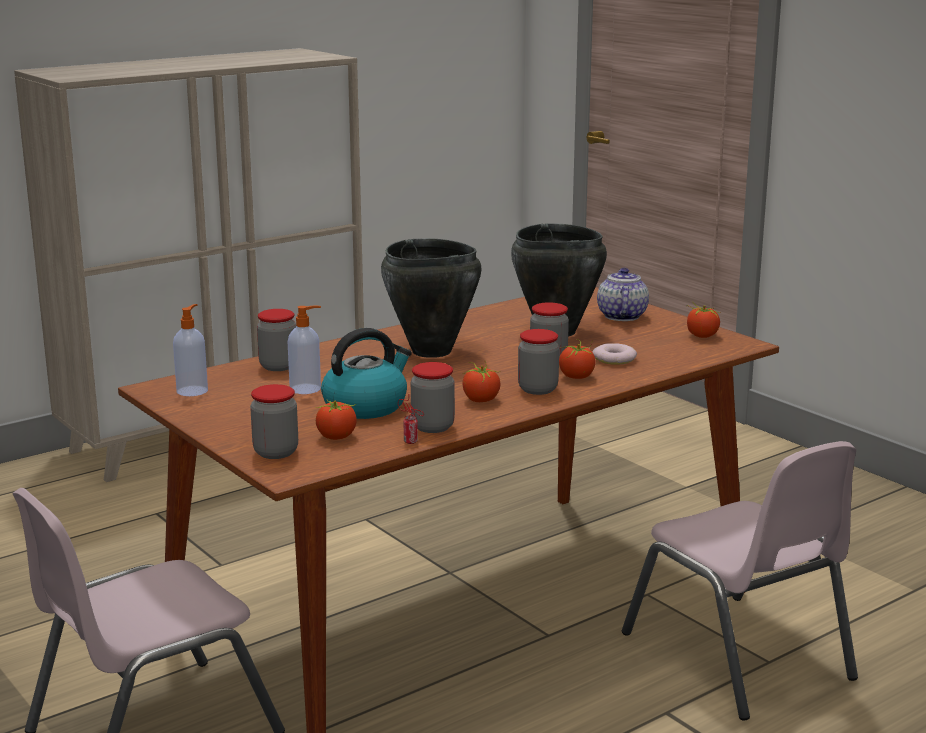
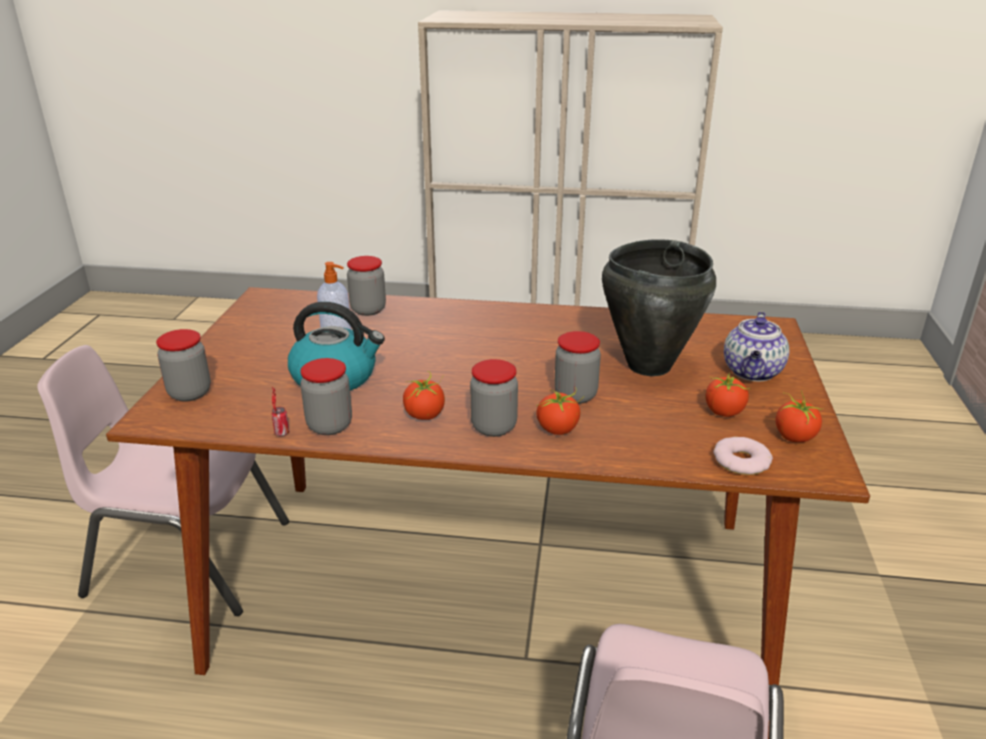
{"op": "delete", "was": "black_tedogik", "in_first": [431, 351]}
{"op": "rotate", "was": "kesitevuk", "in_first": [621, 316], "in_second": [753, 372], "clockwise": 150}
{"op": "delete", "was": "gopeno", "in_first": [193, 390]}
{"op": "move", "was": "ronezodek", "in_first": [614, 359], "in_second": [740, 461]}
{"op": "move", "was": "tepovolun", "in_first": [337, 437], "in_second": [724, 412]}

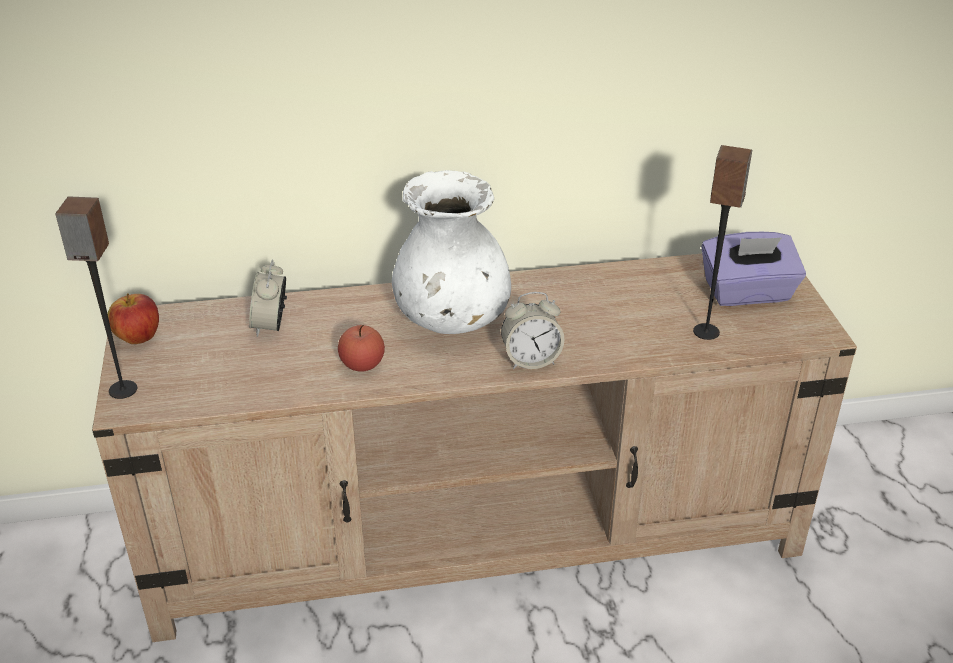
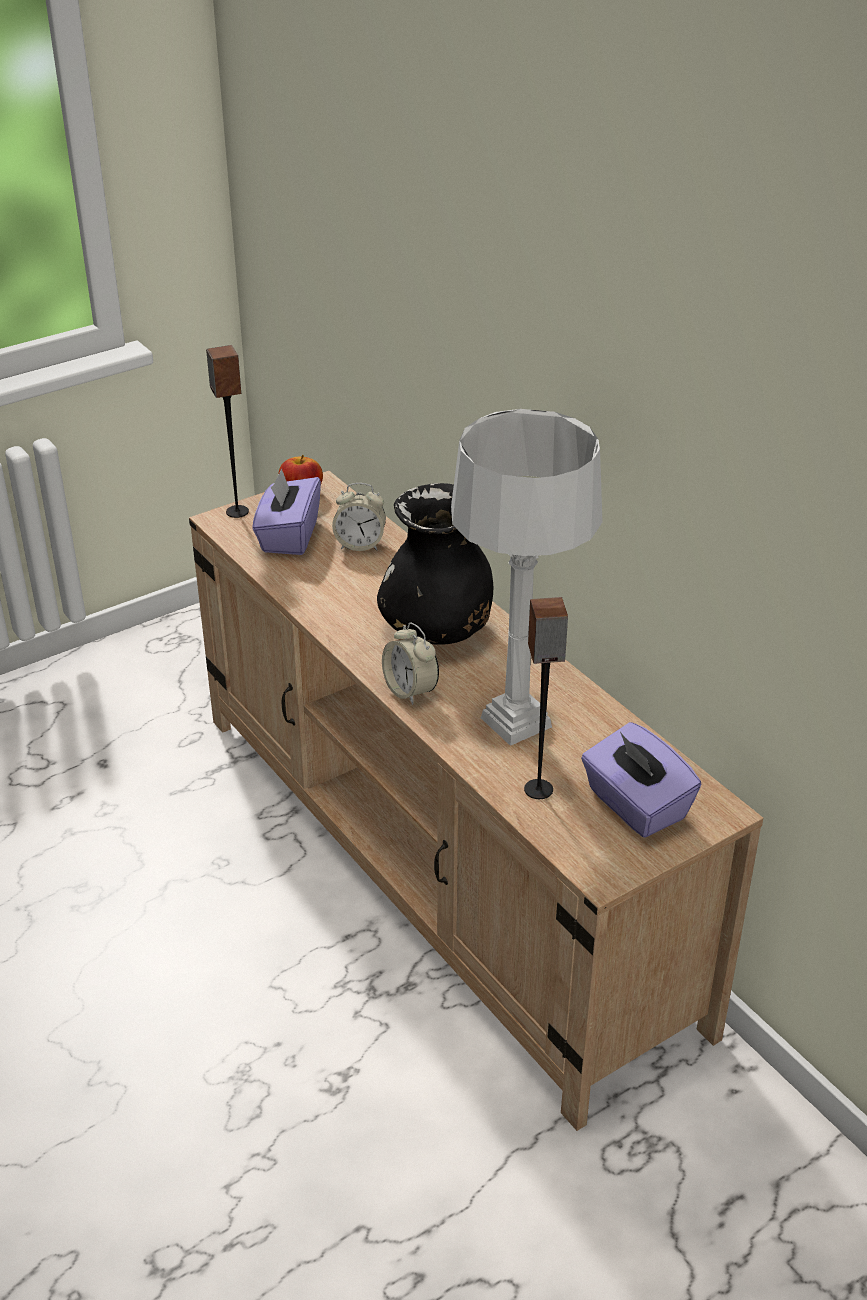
{"op": "recolor", "was": "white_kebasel", "now": "black_kebasel", "in_first": [452, 320], "in_second": [437, 631]}
{"op": "rotate", "was": "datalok", "in_first": [271, 325], "in_second": [360, 545], "clockwise": -150}
{"op": "delete", "was": "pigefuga", "in_first": [362, 364]}
{"op": "insert", "now": "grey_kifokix", "in_second": [517, 722]}
{"op": "insert", "now": "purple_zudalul", "in_second": [288, 536]}

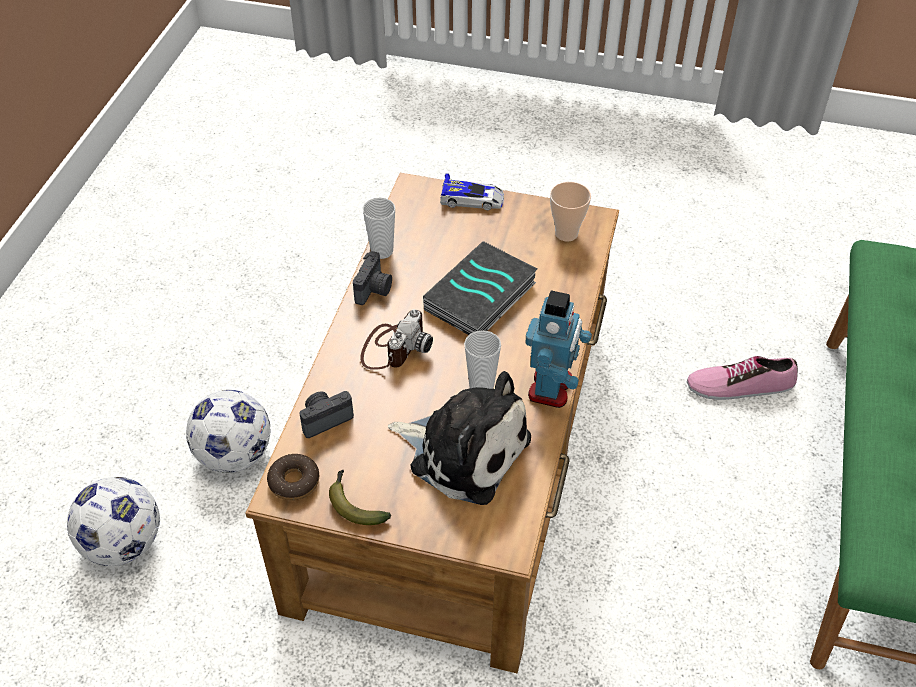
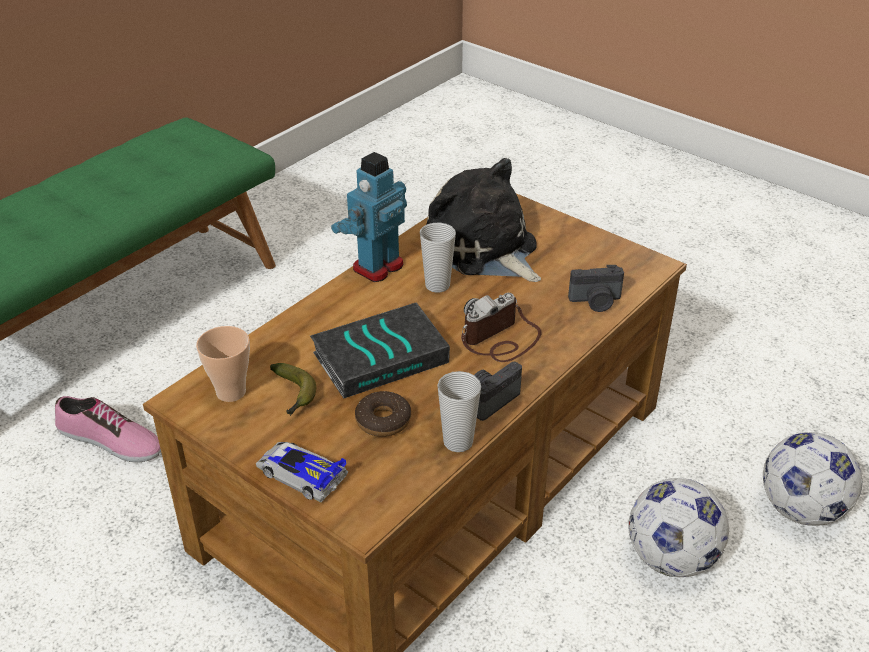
{"op": "move", "was": "ronezodek", "in_first": [294, 482], "in_second": [383, 420]}
{"op": "move", "was": "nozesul", "in_first": [355, 503], "in_second": [293, 395]}

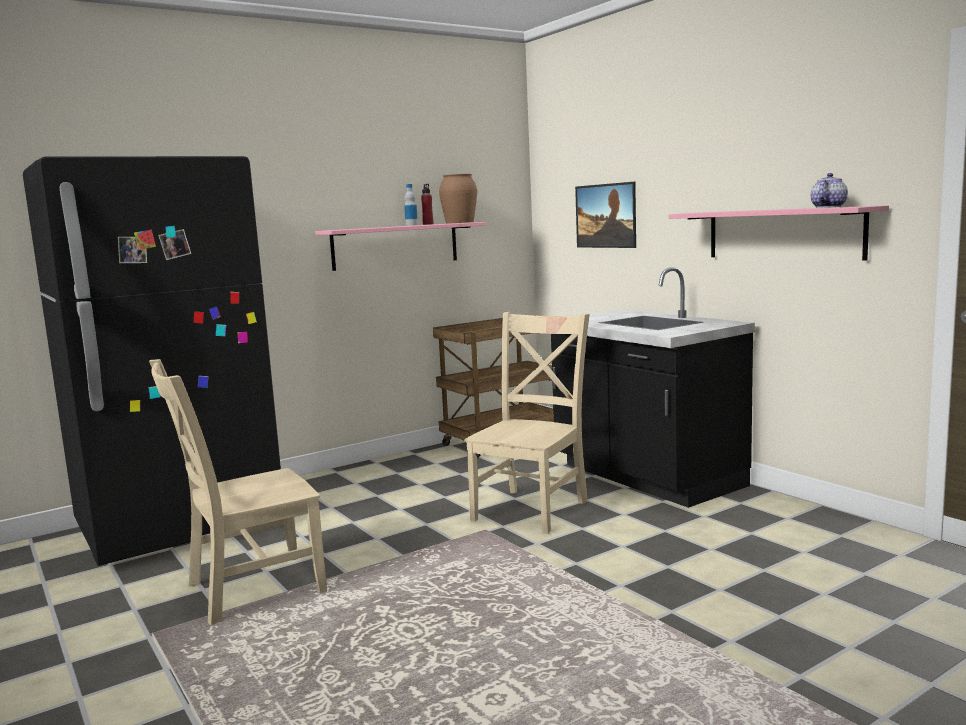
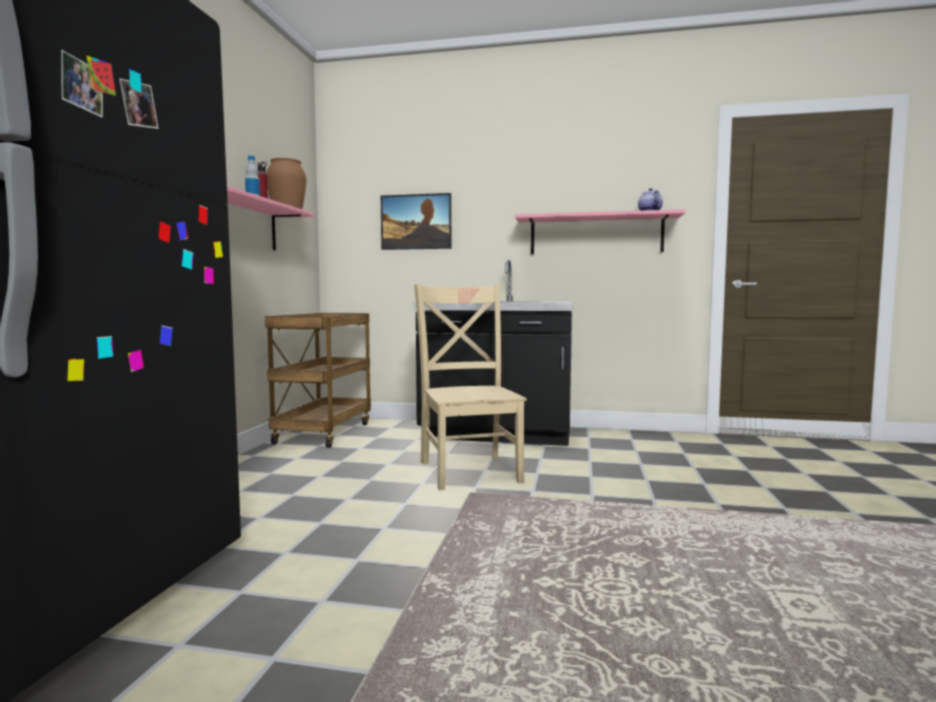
{"op": "delete", "was": "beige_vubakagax", "in_first": [249, 590]}

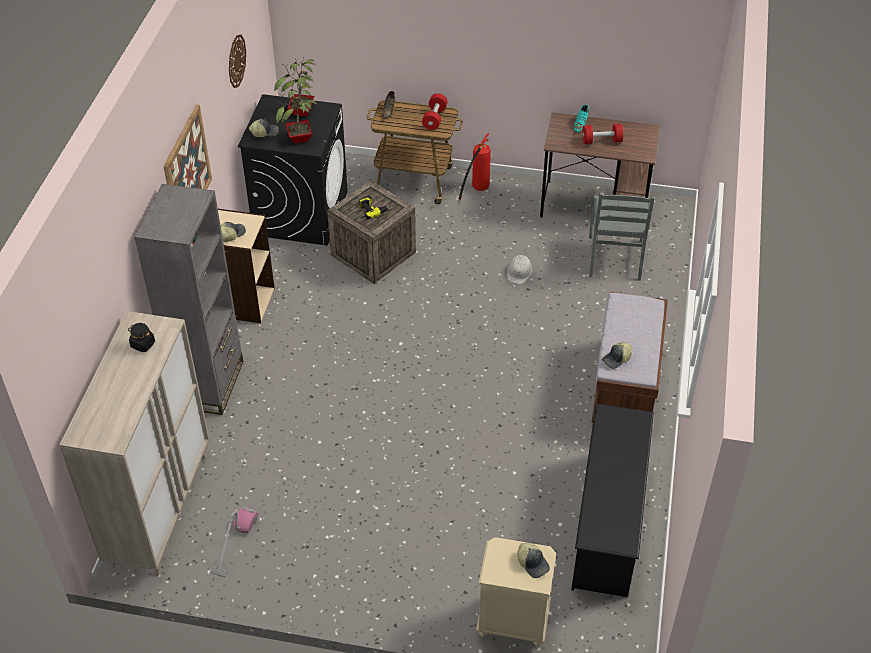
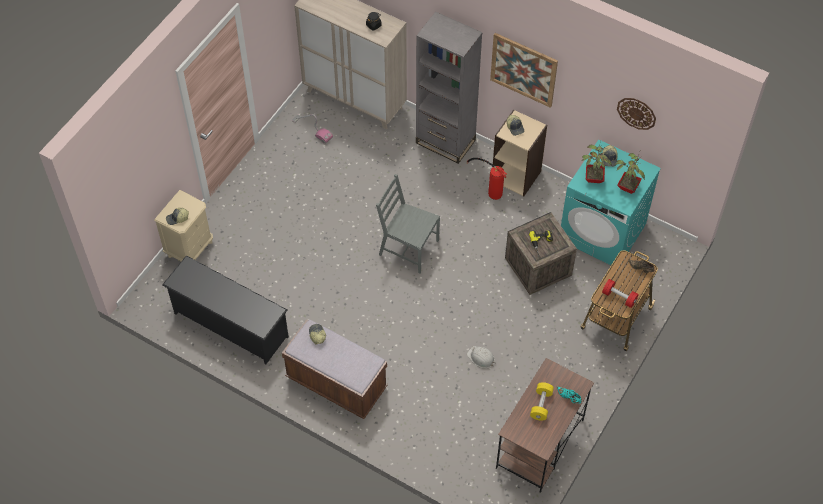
{"op": "recolor", "was": "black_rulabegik", "now": "turquoise_rulabegik", "in_first": [301, 213], "in_second": [603, 232]}
{"op": "recolor", "was": "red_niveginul", "now": "yellow_niveginul", "in_first": [601, 141], "in_second": [541, 405]}
{"op": "move", "was": "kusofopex", "in_first": [475, 192], "in_second": [489, 189]}
{"op": "move", "was": "grey_vubakagax", "in_first": [615, 258], "in_second": [408, 248]}

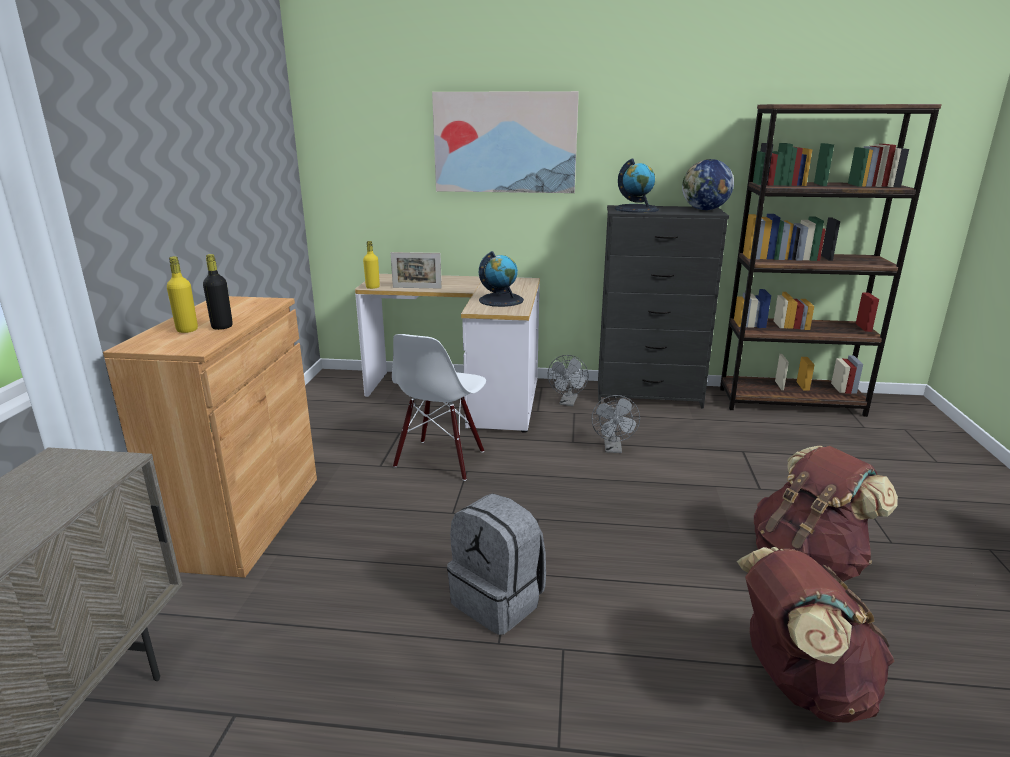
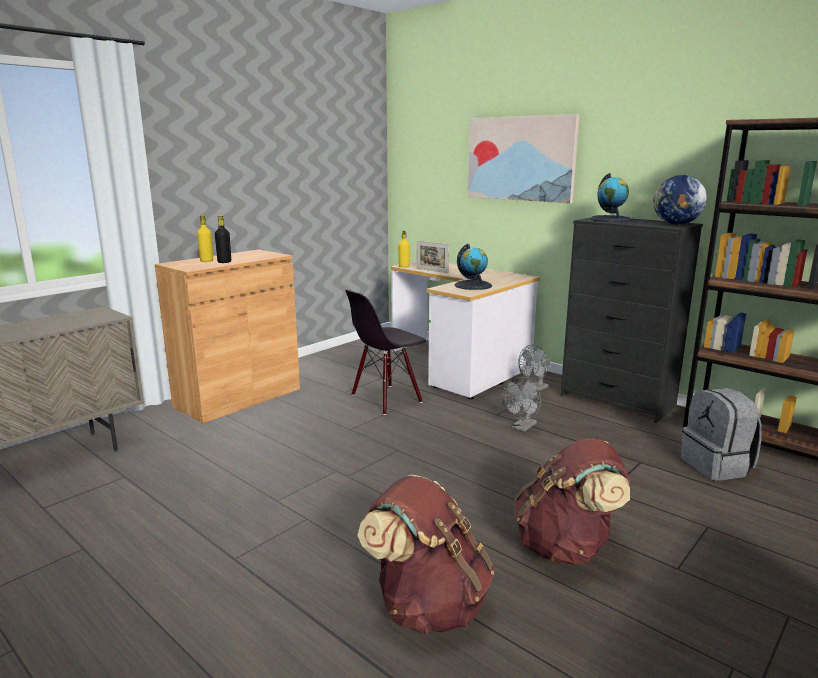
{"op": "recolor", "was": "white_vubakagax", "now": "black_vubakagax", "in_first": [440, 460], "in_second": [386, 399]}
{"op": "move", "was": "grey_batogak", "in_first": [499, 601], "in_second": [717, 466]}

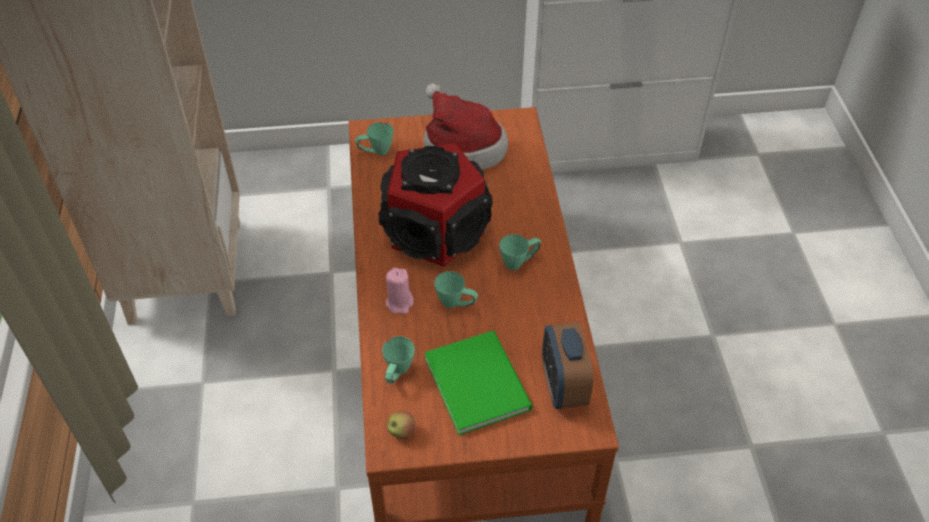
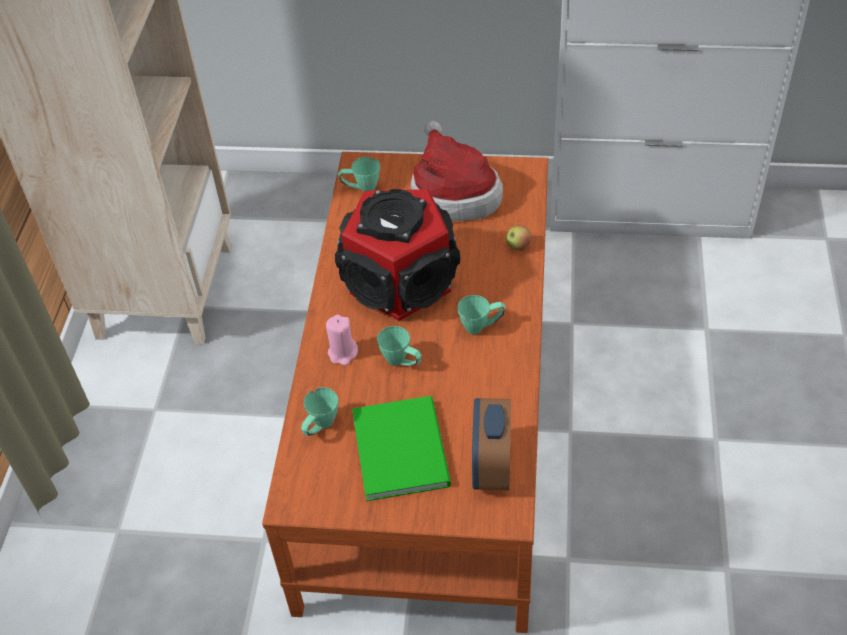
{"op": "move", "was": "pigefuga", "in_first": [401, 432], "in_second": [518, 246]}

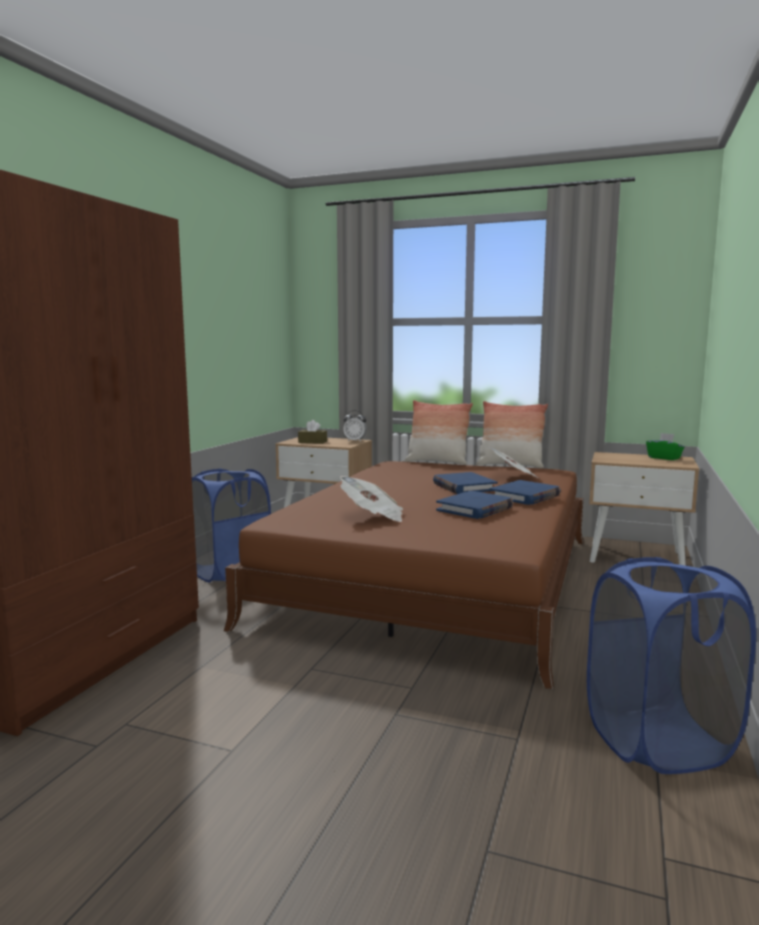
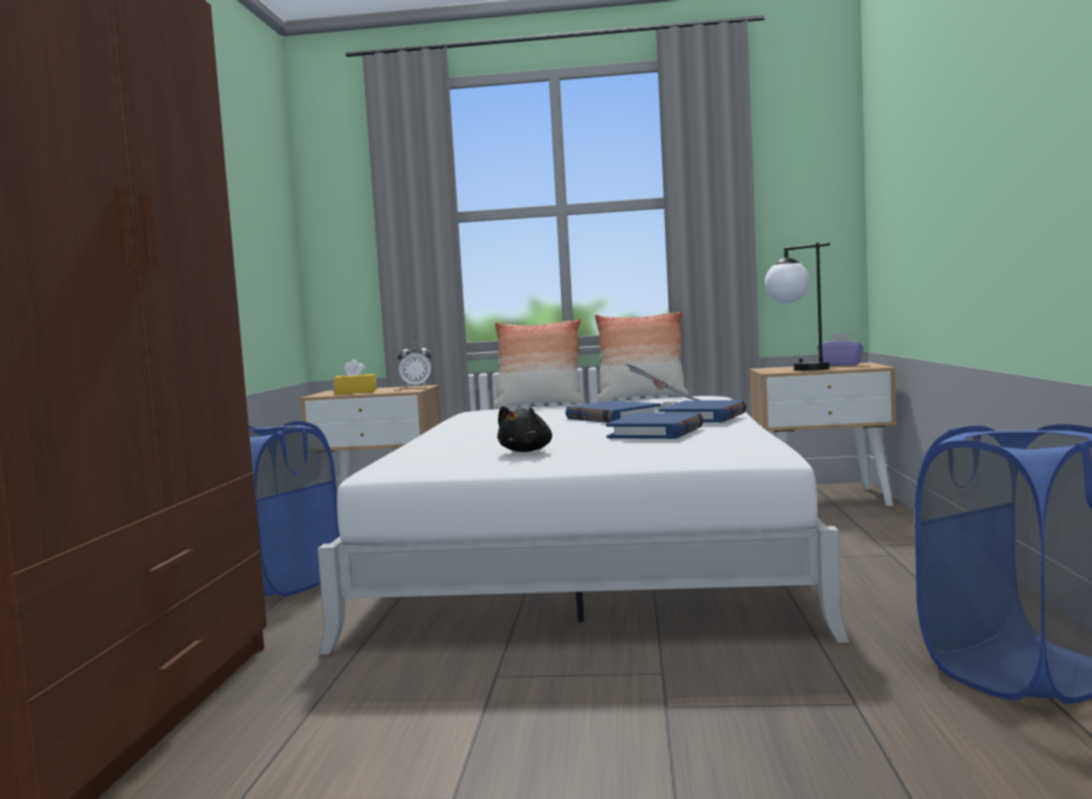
{"op": "recolor", "was": "brown_zudalul", "now": "yellow_zudalul", "in_first": [312, 442], "in_second": [355, 392]}
{"op": "recolor", "was": "green_zudalul", "now": "purple_zudalul", "in_first": [664, 458], "in_second": [841, 365]}
{"op": "recolor", "was": "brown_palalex", "now": "white_palalex", "in_first": [436, 579], "in_second": [590, 552]}
{"op": "replace", "was": "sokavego", "now": "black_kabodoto", "in_first": [373, 516], "in_second": [527, 451]}
{"op": "insert", "now": "kifokix", "in_second": [798, 369]}

